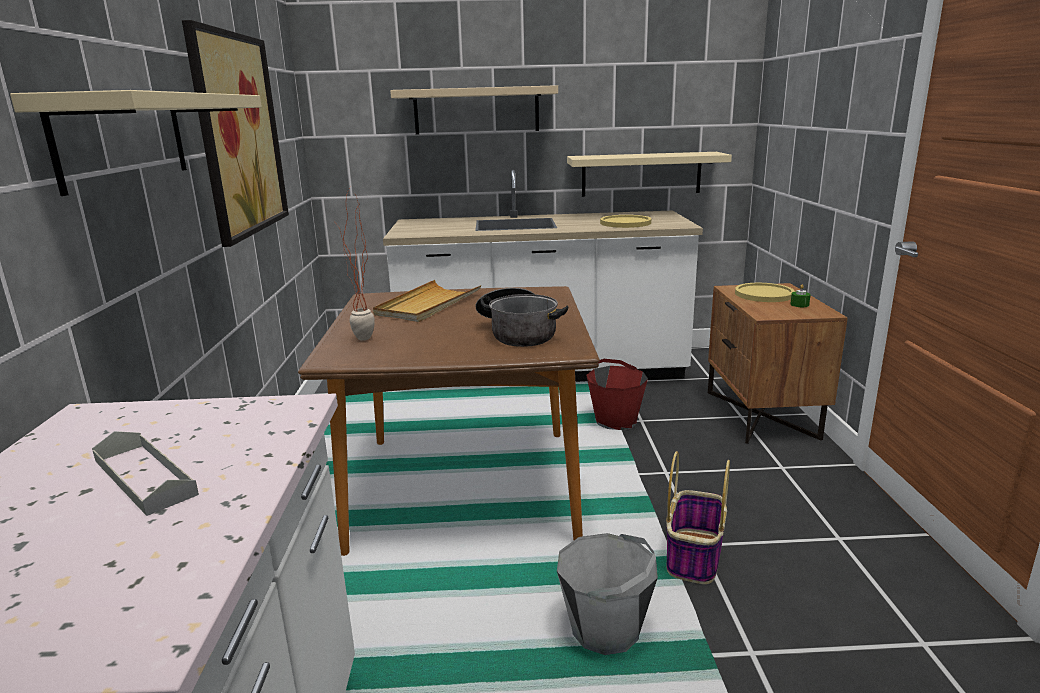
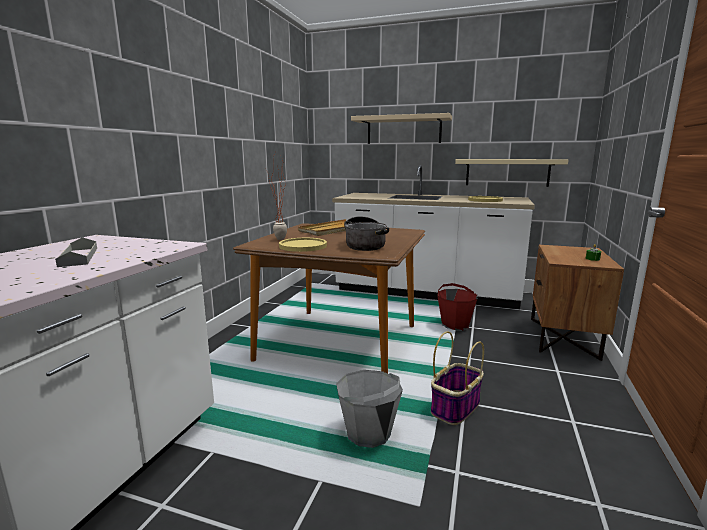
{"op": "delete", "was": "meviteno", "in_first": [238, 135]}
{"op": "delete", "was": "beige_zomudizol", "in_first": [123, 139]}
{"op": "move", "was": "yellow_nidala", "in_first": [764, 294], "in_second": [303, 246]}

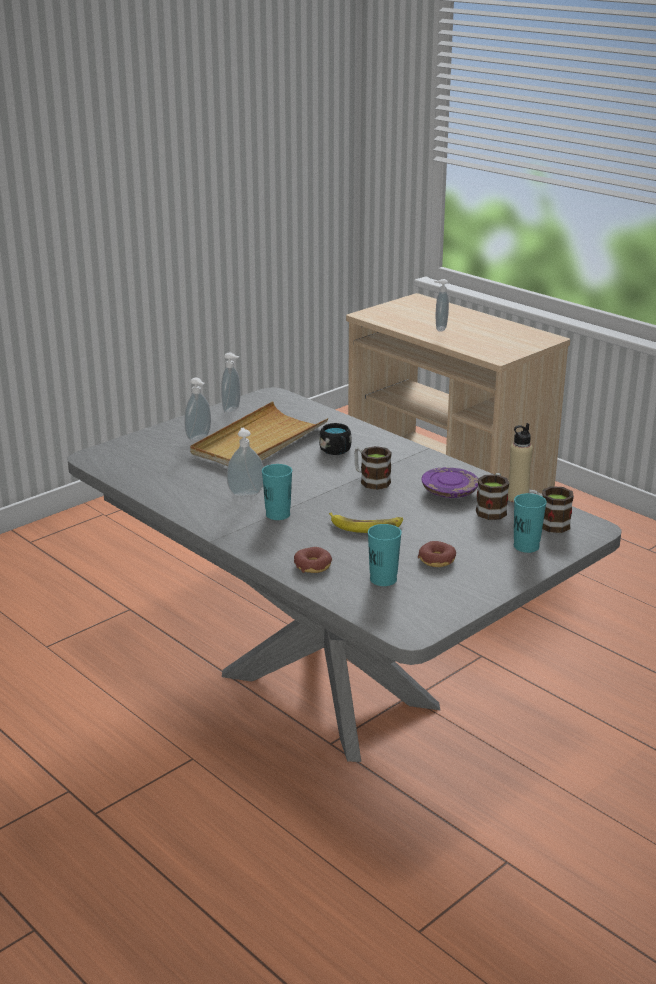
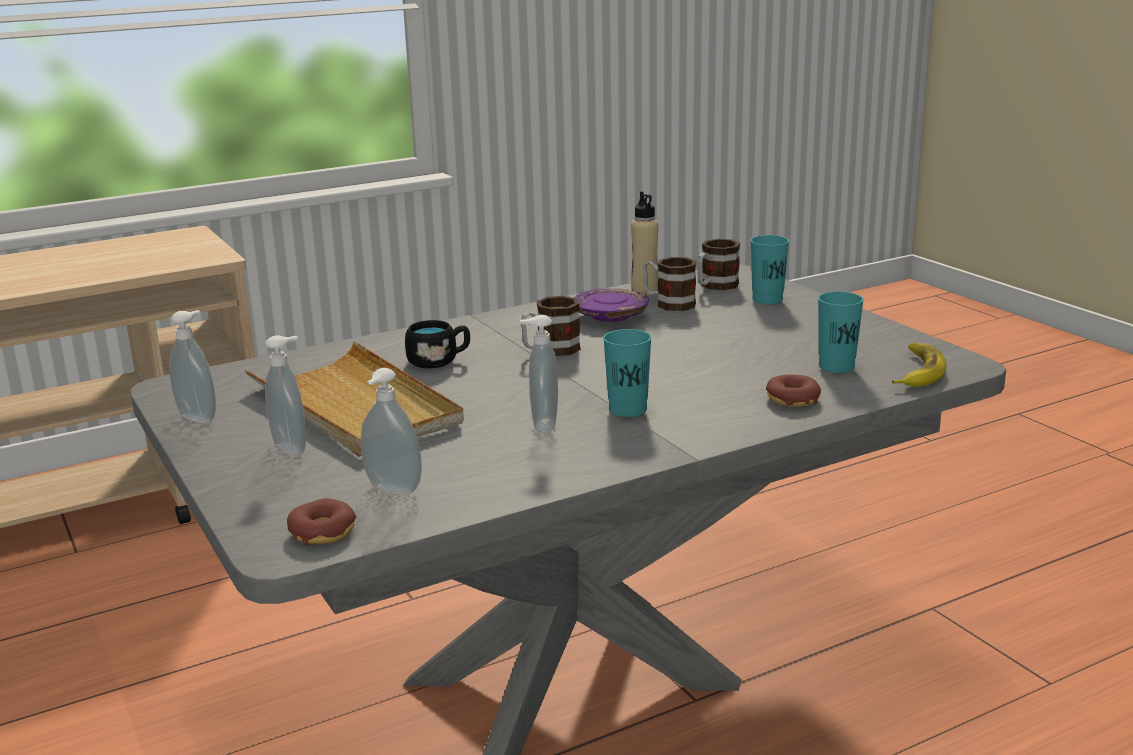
{"op": "move", "was": "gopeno", "in_first": [439, 328], "in_second": [391, 491]}
{"op": "move", "was": "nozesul", "in_first": [366, 526], "in_second": [917, 372]}
{"op": "move", "was": "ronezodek", "in_first": [437, 560], "in_second": [323, 532]}

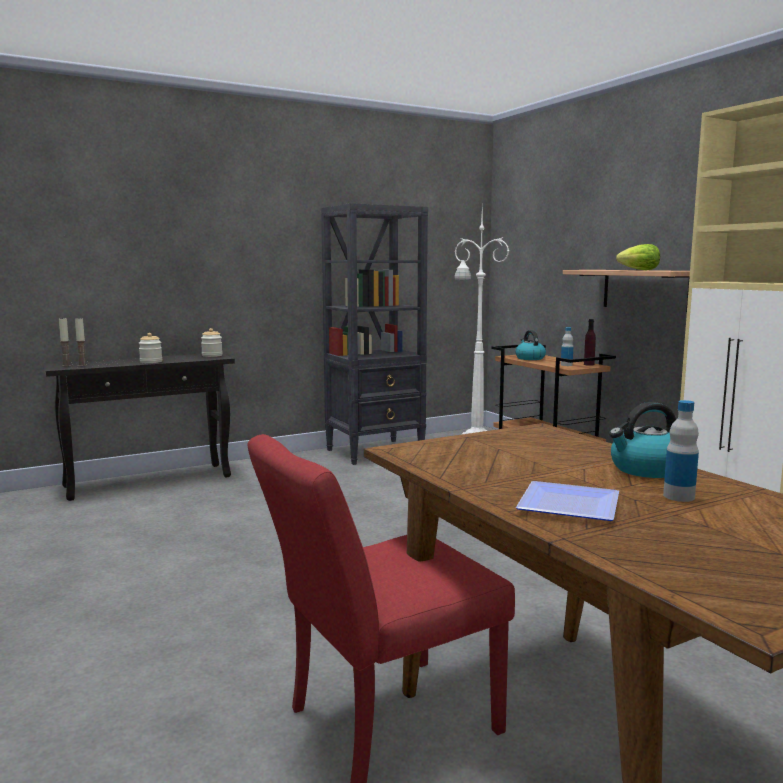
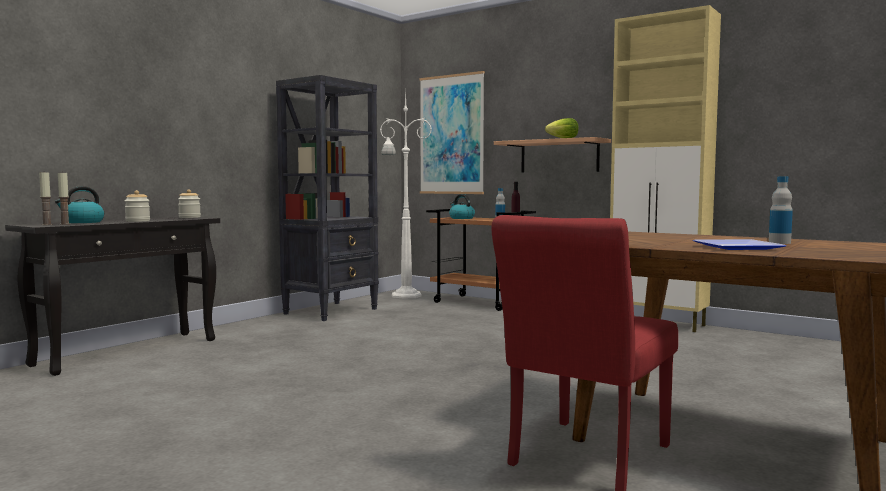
{"op": "move", "was": "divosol", "in_first": [646, 470], "in_second": [82, 222]}
{"op": "insert", "now": "meviteno", "in_second": [451, 134]}

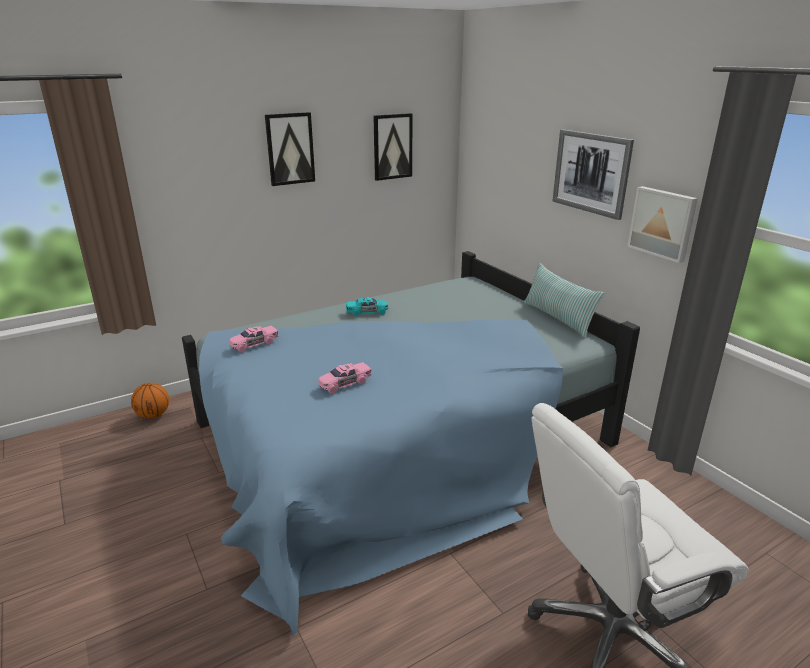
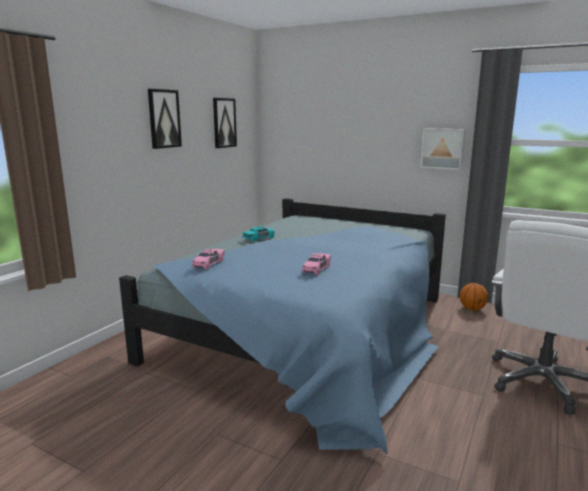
{"op": "delete", "was": "meviteno", "in_first": [591, 173]}
{"op": "delete", "was": "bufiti", "in_first": [558, 318]}
{"op": "move", "was": "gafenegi", "in_first": [153, 415], "in_second": [472, 309]}

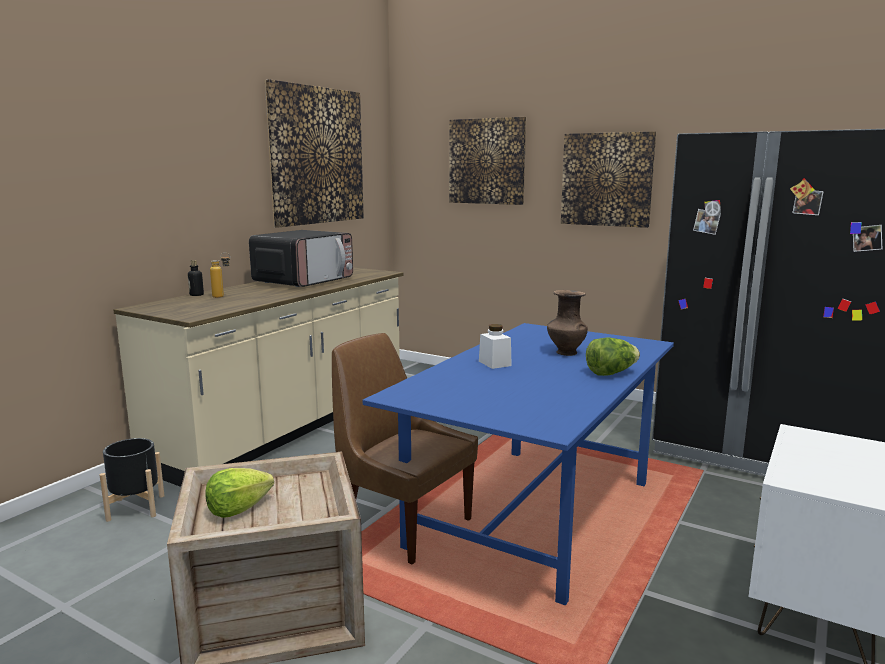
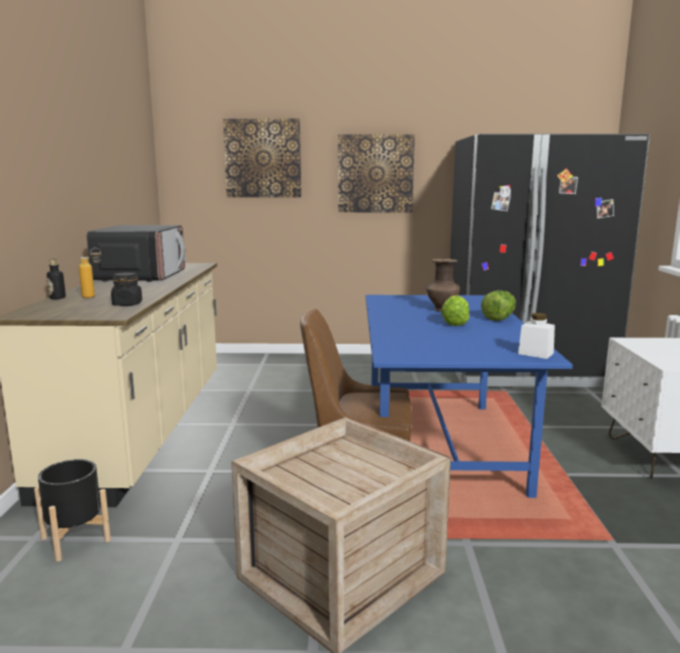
{"op": "delete", "was": "meviteno", "in_first": [317, 156]}
{"op": "move", "was": "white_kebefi", "in_first": [494, 363], "in_second": [535, 353]}
{"op": "move", "was": "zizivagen", "in_first": [238, 509], "in_second": [455, 323]}
{"op": "insert", "now": "black_kebefi", "in_second": [127, 304]}

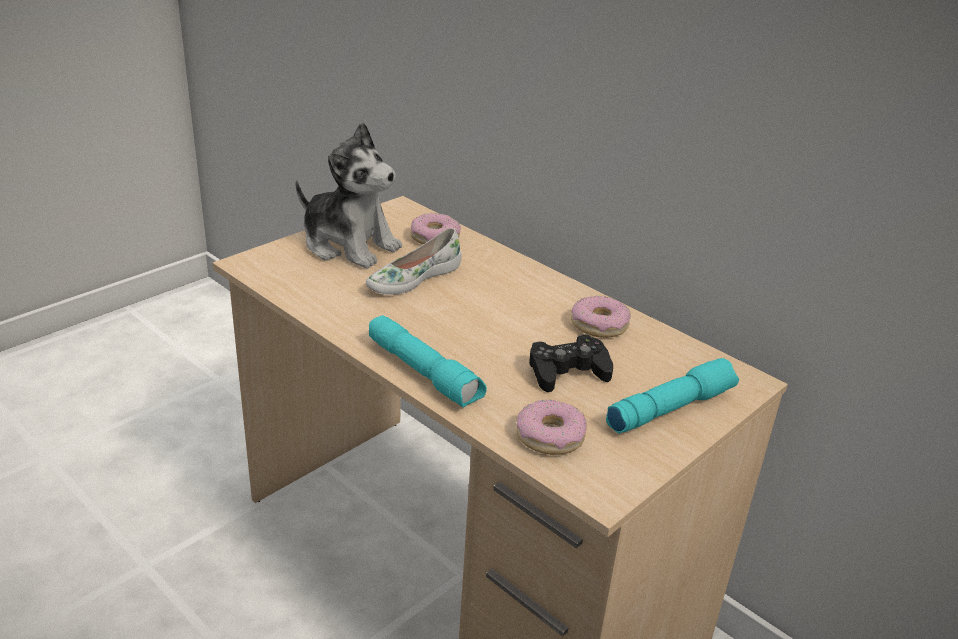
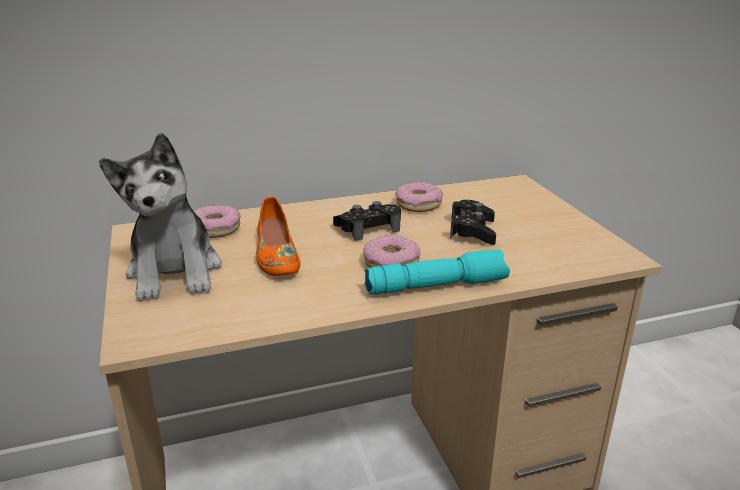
{"op": "rotate", "was": "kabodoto", "in_first": [349, 245], "in_second": [175, 271], "clockwise": 105}
{"op": "recolor", "was": "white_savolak", "now": "orange_savolak", "in_first": [413, 278], "in_second": [275, 255]}
{"op": "delete", "was": "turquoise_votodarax", "in_first": [670, 407]}
{"op": "move", "was": "ronezodek", "in_first": [550, 436], "in_second": [391, 263]}
{"op": "insert", "now": "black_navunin", "in_second": [368, 228]}

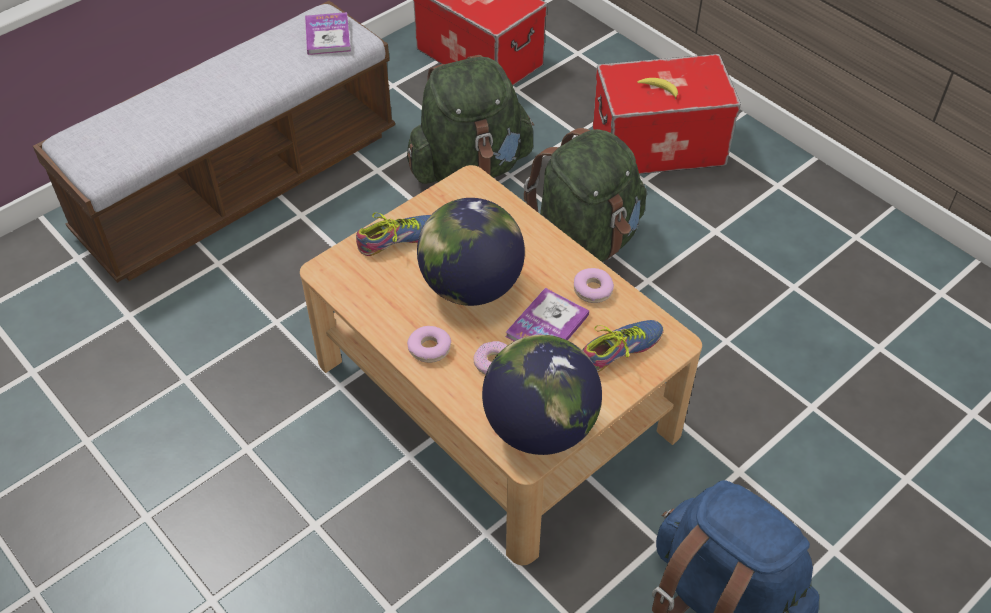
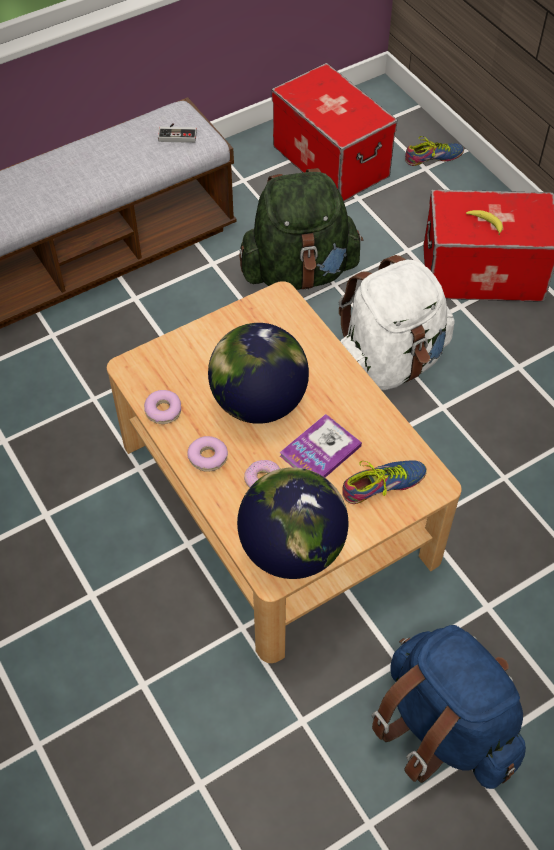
{"op": "replace", "was": "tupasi", "now": "navunin", "in_first": [327, 35], "in_second": [178, 134]}
{"op": "recolor", "was": "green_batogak", "now": "white_batogak", "in_first": [583, 245], "in_second": [389, 363]}
{"op": "move", "was": "savolak", "in_first": [400, 241], "in_second": [434, 159]}
{"op": "move", "was": "ronezodek", "in_first": [593, 290], "in_second": [163, 410]}

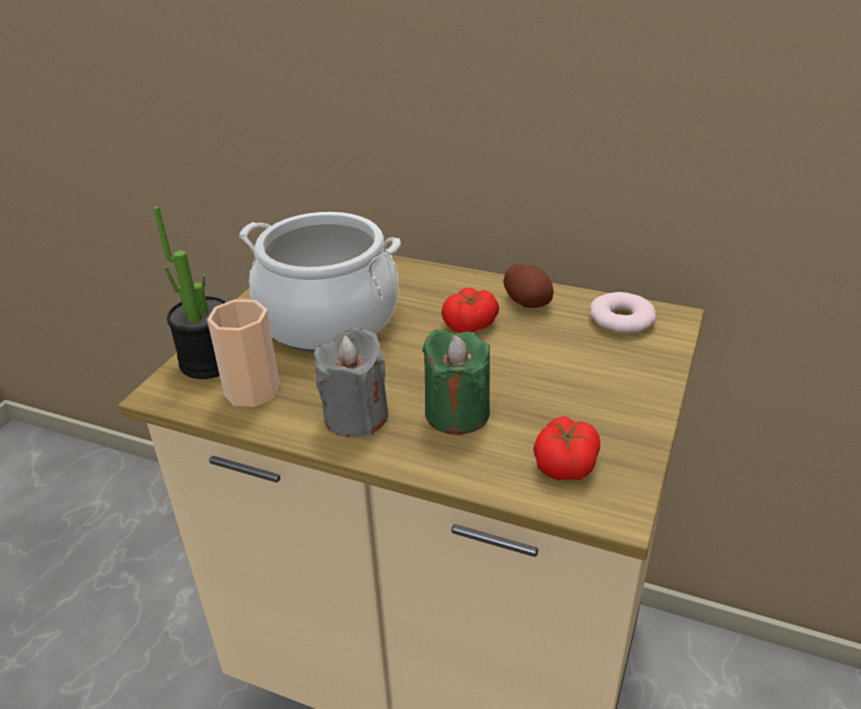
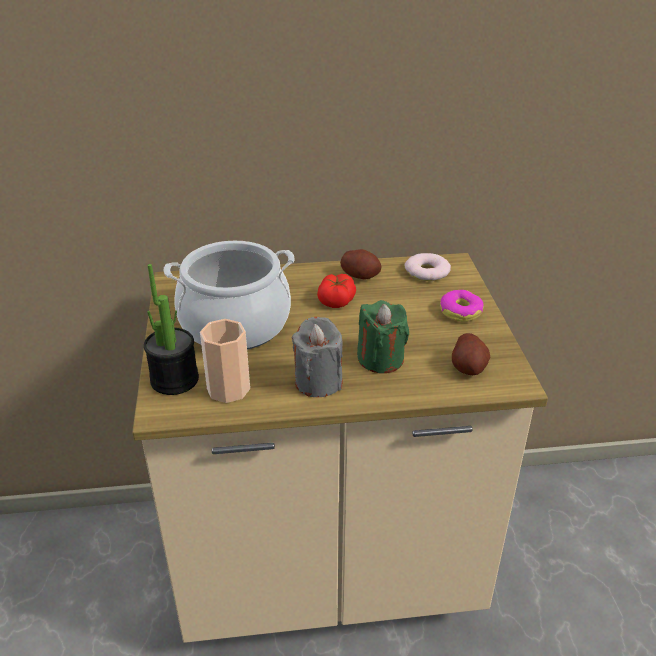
{"op": "replace", "was": "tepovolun", "now": "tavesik", "in_first": [565, 463], "in_second": [468, 367]}
{"op": "insert", "now": "ronezodek", "in_second": [460, 312]}

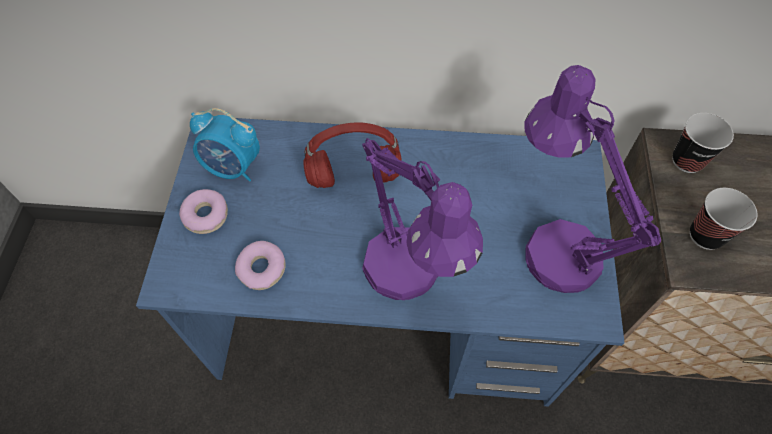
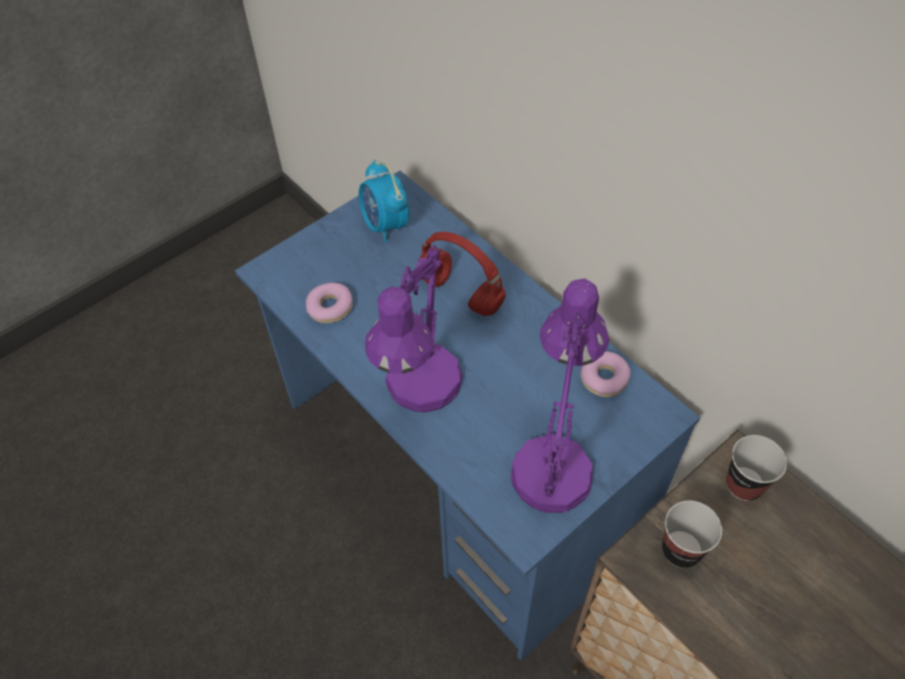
{"op": "move", "was": "ronezodek", "in_first": [206, 215], "in_second": [604, 378]}

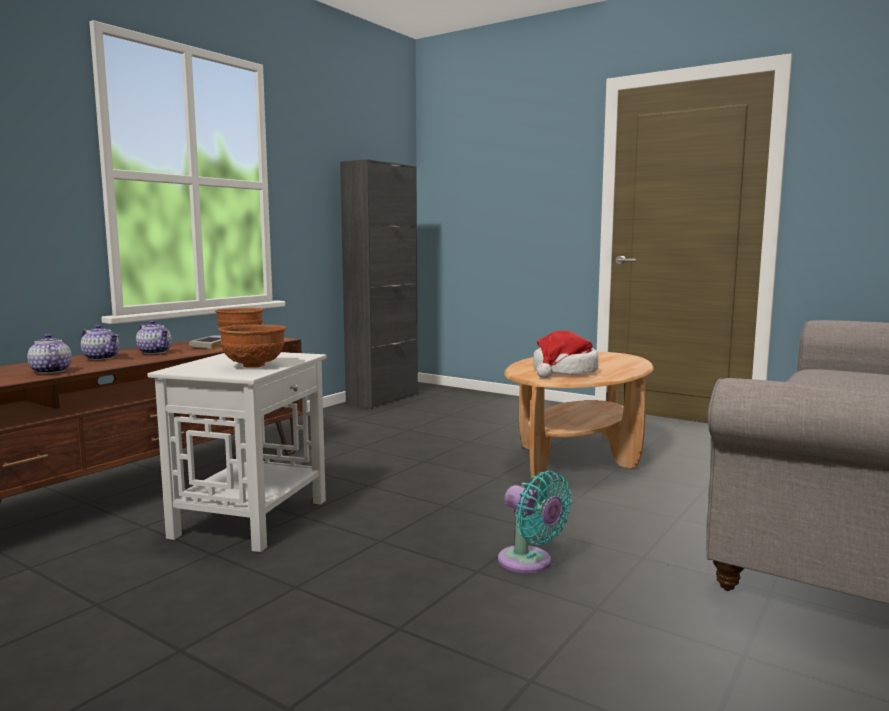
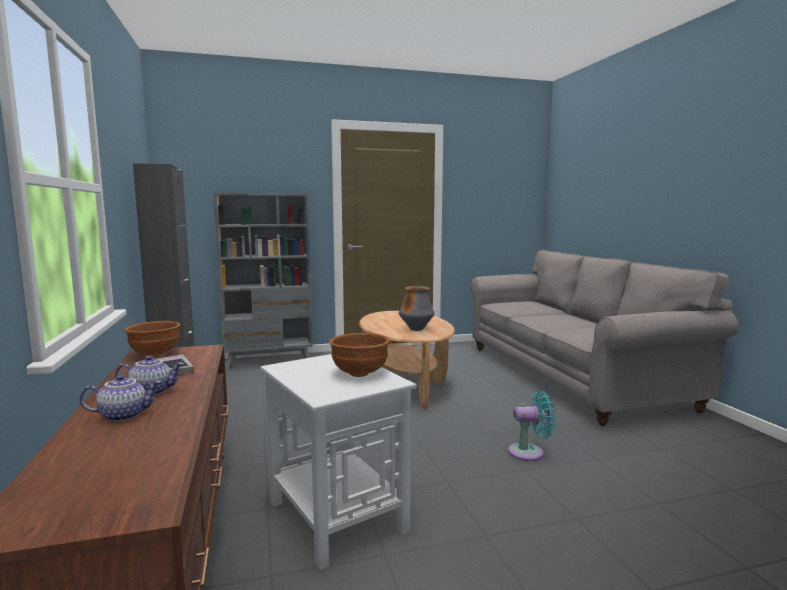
{"op": "replace", "was": "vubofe", "now": "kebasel", "in_first": [564, 372], "in_second": [416, 329]}
{"op": "delete", "was": "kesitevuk", "in_first": [50, 371]}
{"op": "insert", "now": "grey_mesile", "in_second": [269, 361]}

